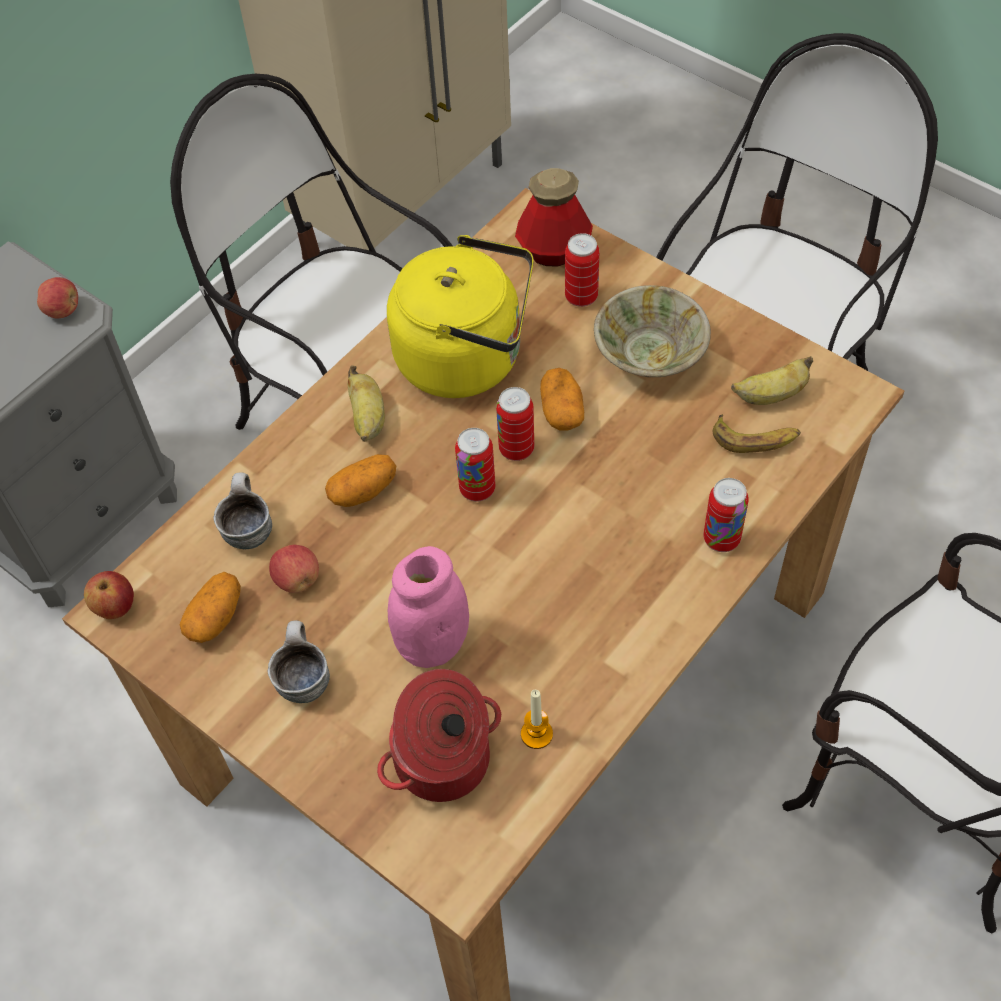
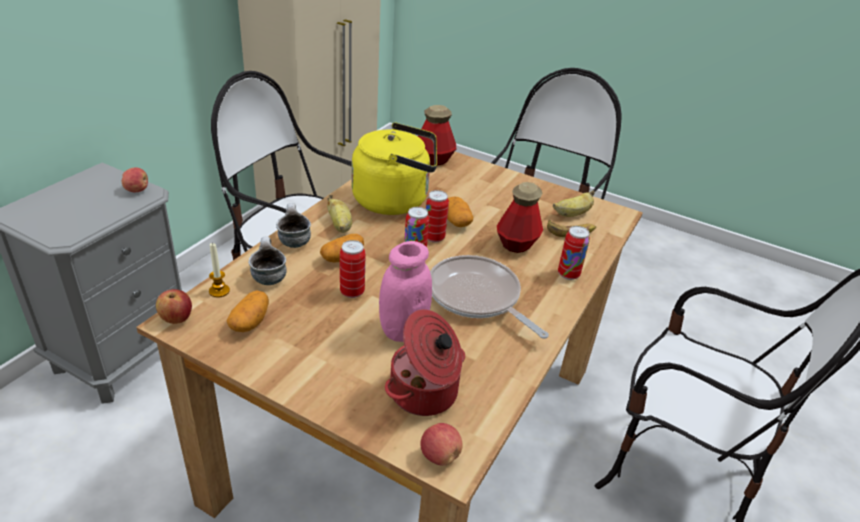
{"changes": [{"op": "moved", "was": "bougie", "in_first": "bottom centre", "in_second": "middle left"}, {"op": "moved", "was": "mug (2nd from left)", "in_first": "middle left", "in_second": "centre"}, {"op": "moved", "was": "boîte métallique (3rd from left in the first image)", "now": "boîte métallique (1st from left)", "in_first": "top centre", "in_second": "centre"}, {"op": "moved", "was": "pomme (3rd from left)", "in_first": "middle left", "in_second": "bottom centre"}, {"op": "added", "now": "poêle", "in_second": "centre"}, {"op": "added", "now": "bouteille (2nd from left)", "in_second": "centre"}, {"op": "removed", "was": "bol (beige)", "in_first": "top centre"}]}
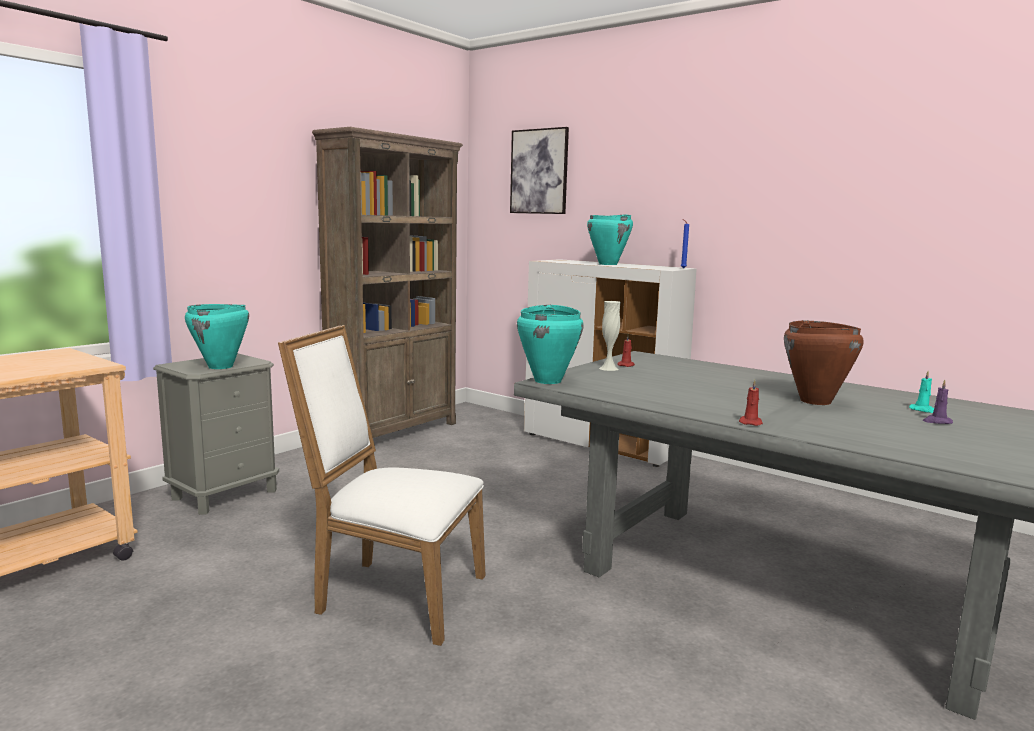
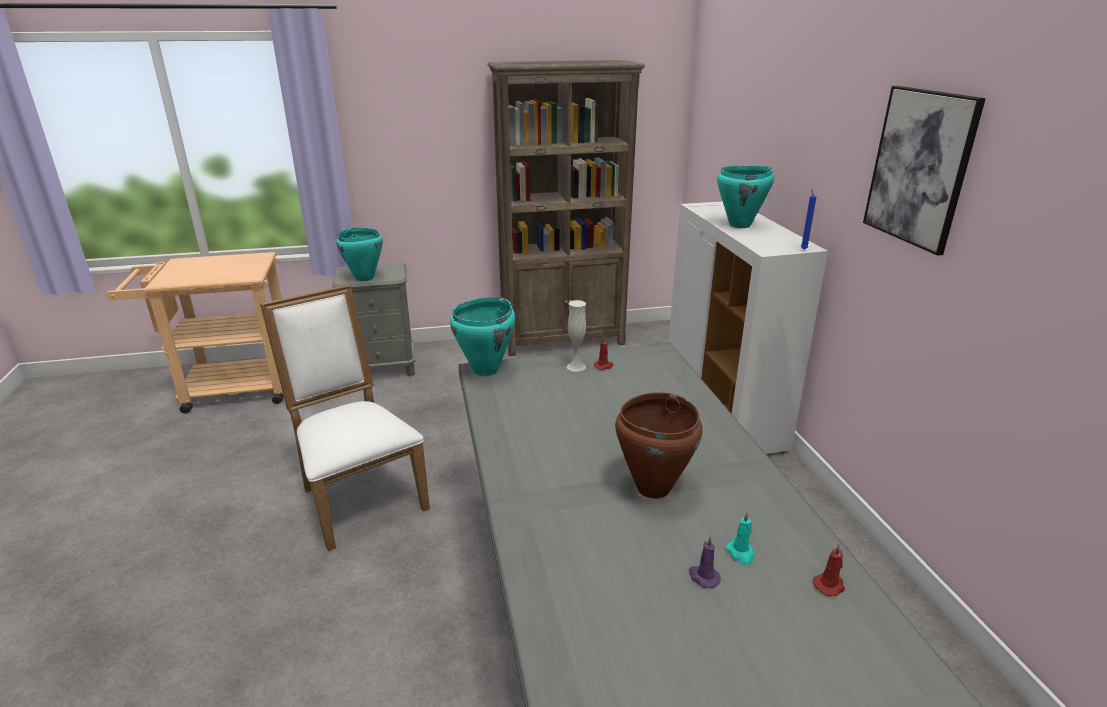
{"changes": [{"op": "moved", "was": "bougie (rouge) (2nd from left)", "in_first": "middle right", "in_second": "bottom right"}, {"op": "moved", "was": "tableau", "in_first": "top centre", "in_second": "top right"}]}
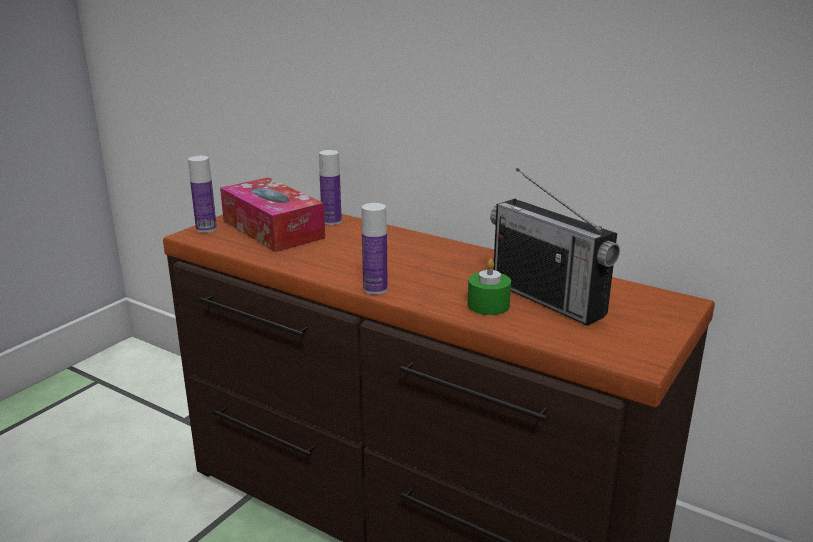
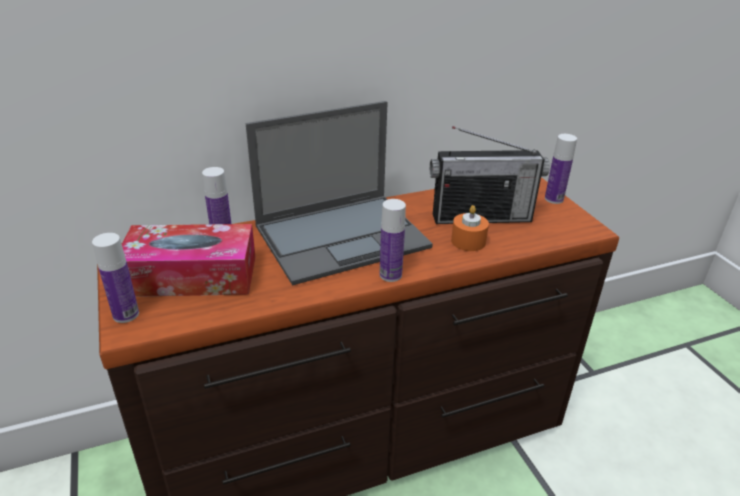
{"changes": [{"op": "added", "now": "ordinateur portable", "in_second": "centre"}, {"op": "recoloured", "was": "bougie (vert)", "now": "bougie (orange)", "in_first": "centre", "in_second": "centre"}, {"op": "added", "now": "bouteille (4th from left)", "in_second": "middle right"}]}
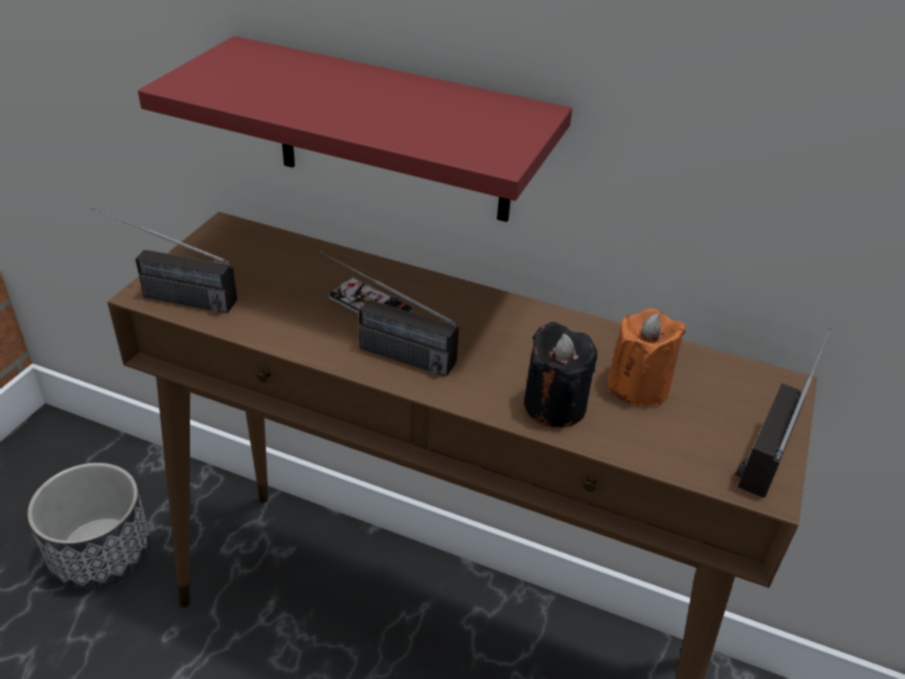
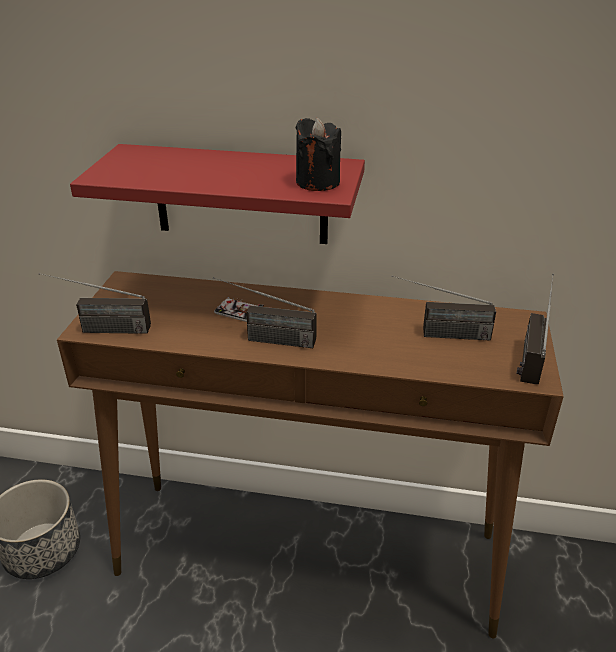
{"changes": [{"op": "moved", "was": "bougie (noir)", "in_first": "centre", "in_second": "top centre"}, {"op": "replaced", "was": "bougie (orange)", "now": "radio (3rd from left)", "in_first": "middle right", "in_second": "middle right"}]}
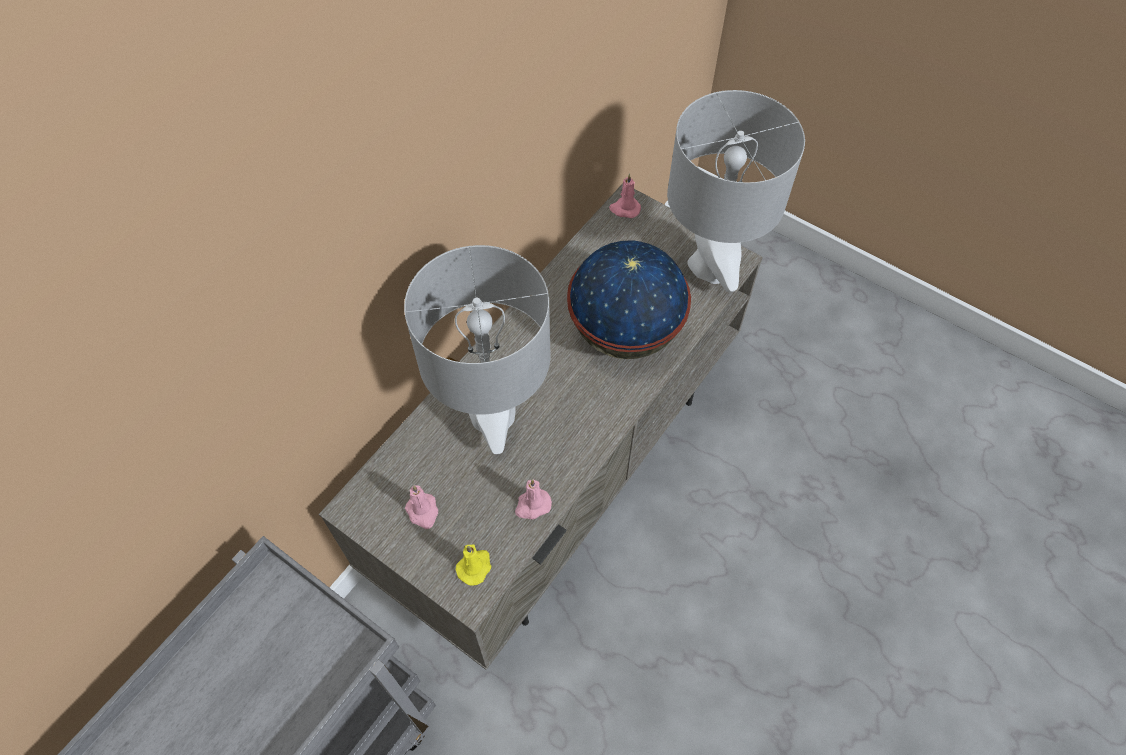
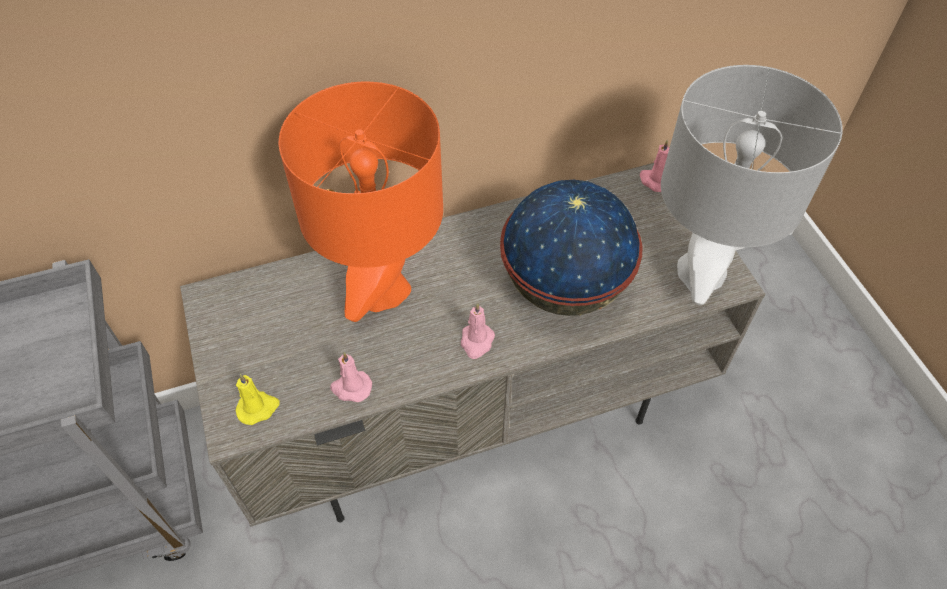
{"changes": [{"op": "recoloured", "was": "lampe de table (gris) (1st from left)", "now": "lampe de table (orange)", "in_first": "centre", "in_second": "centre"}, {"op": "moved", "was": "bougie (rose) (1st from left in the first image)", "now": "bougie (rose) (2nd from left)", "in_first": "bottom centre", "in_second": "centre"}]}
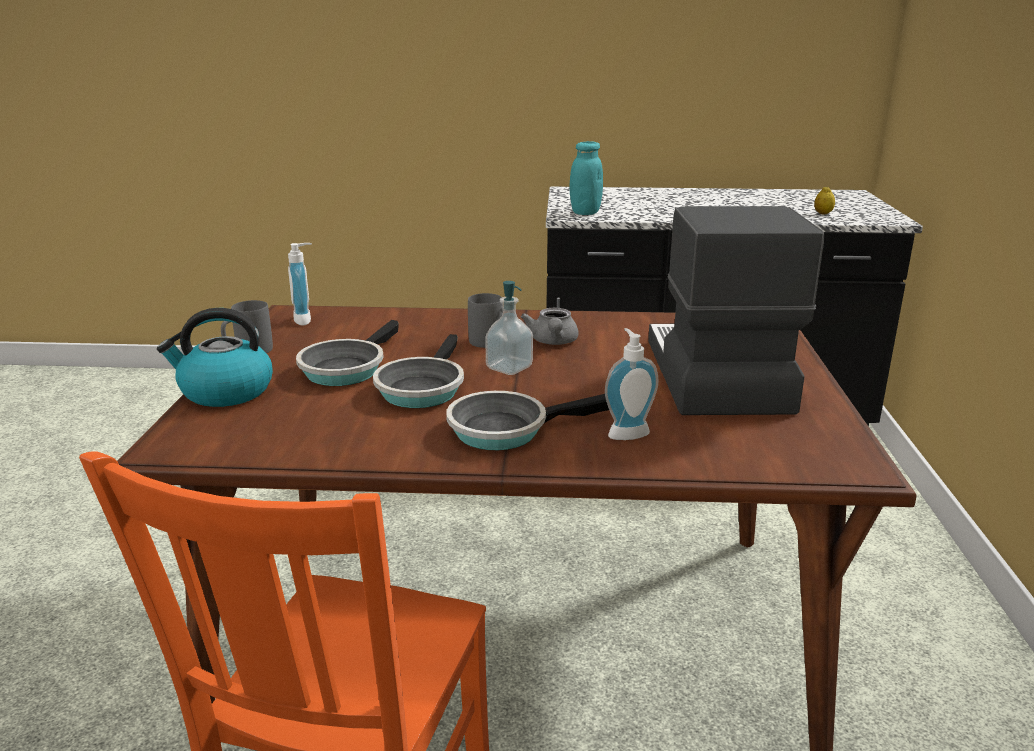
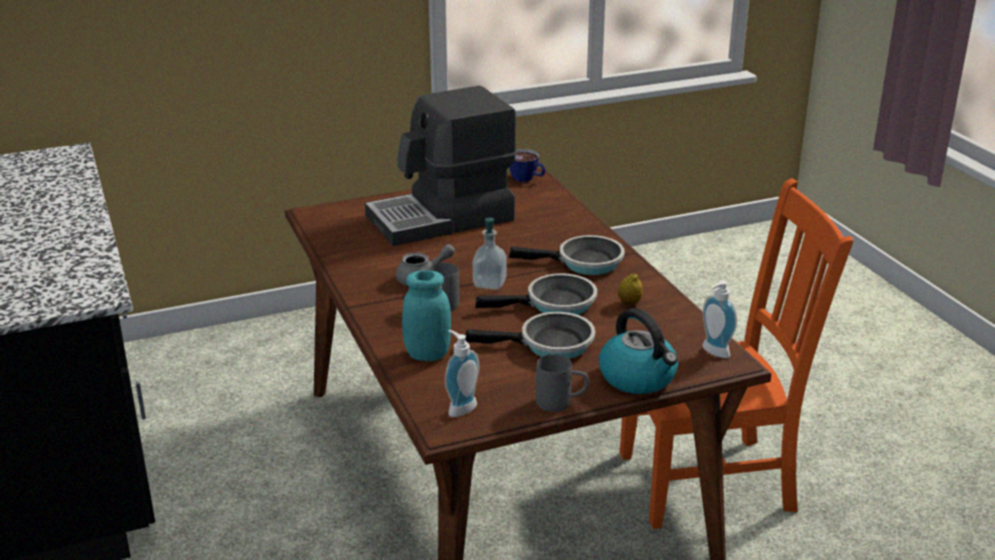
{"changes": [{"op": "moved", "was": "bocal (turquoise)", "in_first": "top centre", "in_second": "centre"}, {"op": "added", "now": "tasse", "in_second": "top centre"}, {"op": "turned", "was": "poêle (3rd from left)", "in_first": "centre", "in_second": "centre", "clockwise": -45}, {"op": "moved", "was": "citron", "in_first": "top right", "in_second": "centre"}, {"op": "moved", "was": "distributeur de savon (3rd from left)", "in_first": "centre", "in_second": "middle right"}]}
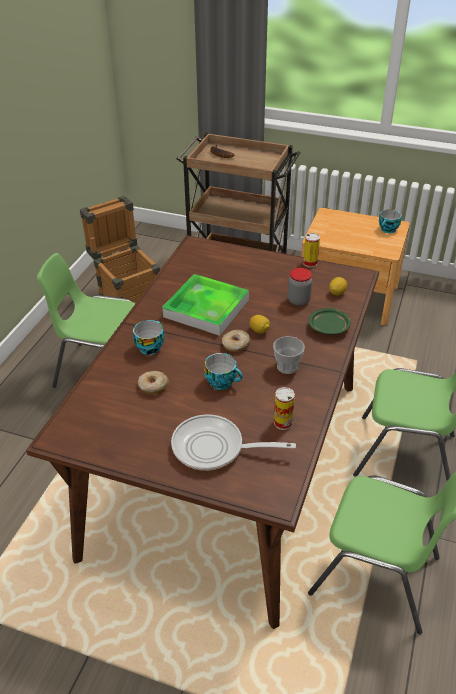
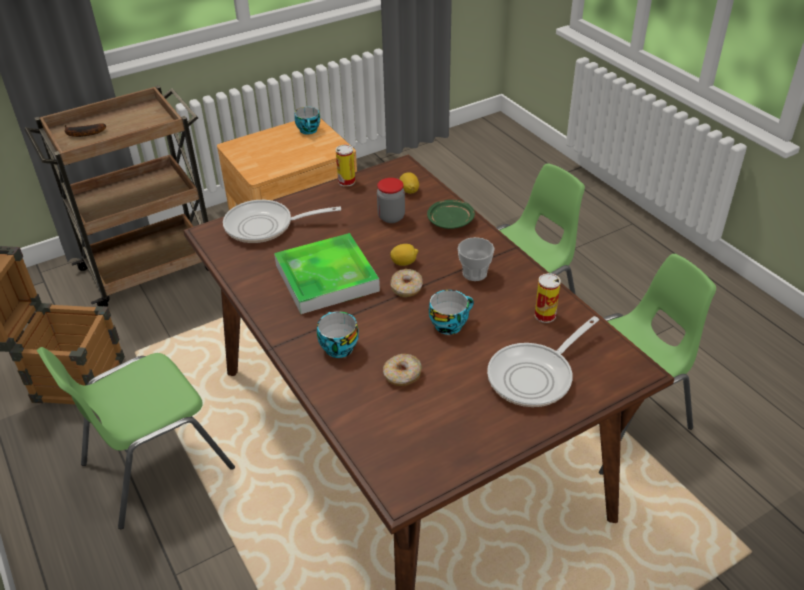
{"changes": [{"op": "added", "now": "poêle (1st from left)", "in_second": "centre"}]}
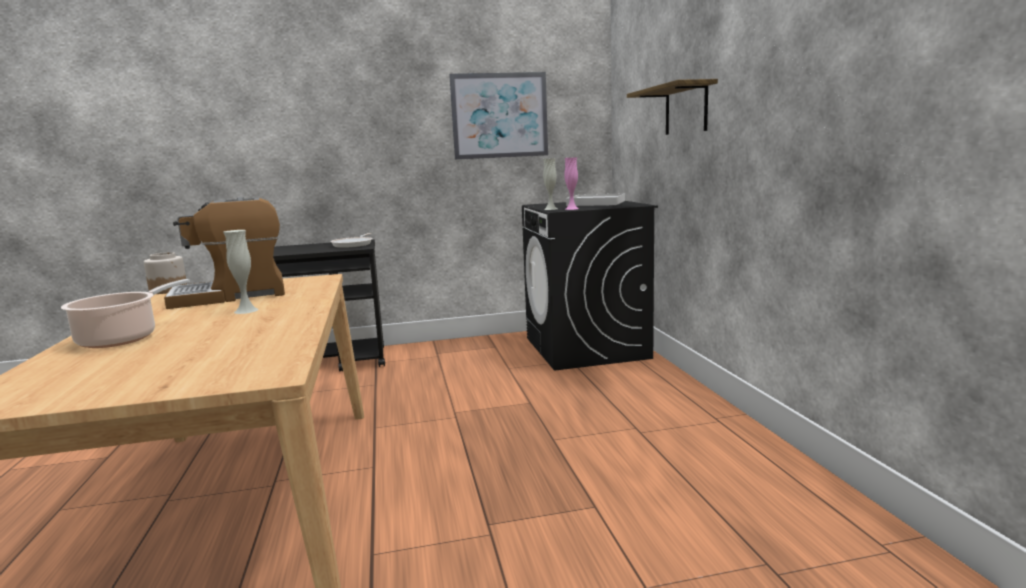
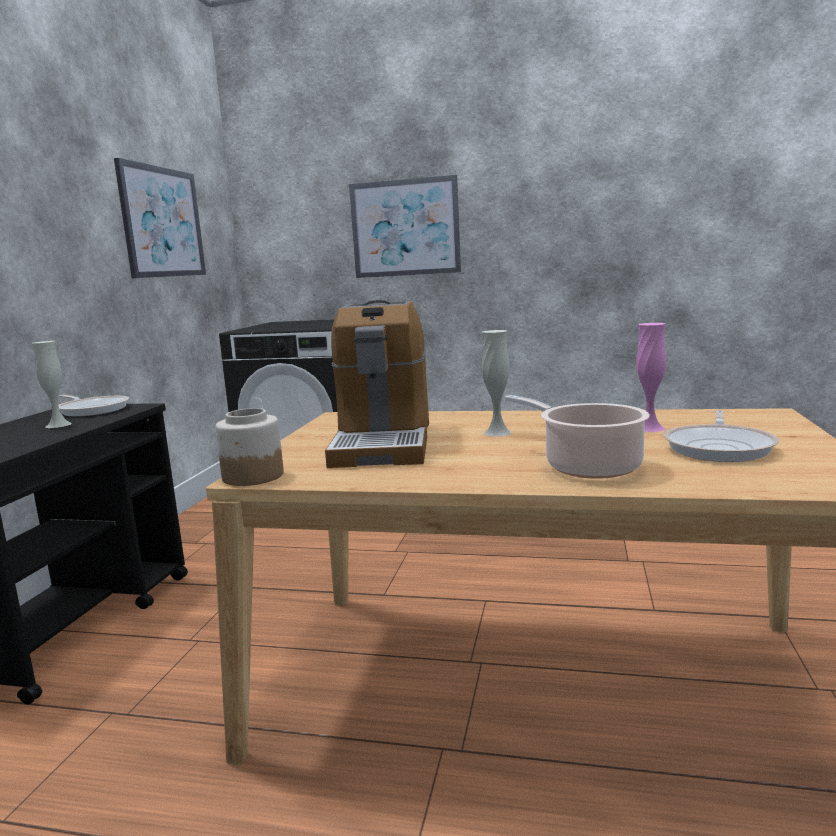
{"changes": [{"op": "moved", "was": "vase (blanc) (2nd from left in the first image)", "now": "vase (blanc) (1st from left)", "in_first": "top centre", "in_second": "middle left"}, {"op": "replaced", "was": "étagère", "now": "tableau (2nd from left)", "in_first": "top centre", "in_second": "top centre"}, {"op": "moved", "was": "vase (rose)", "in_first": "top centre", "in_second": "middle right"}, {"op": "added", "now": "poêle (2nd from left)", "in_second": "middle right"}, {"op": "removed", "was": "plateau (blanc)", "in_first": "centre"}]}
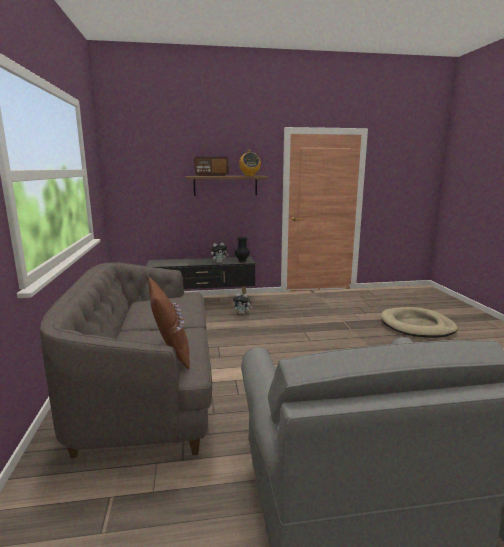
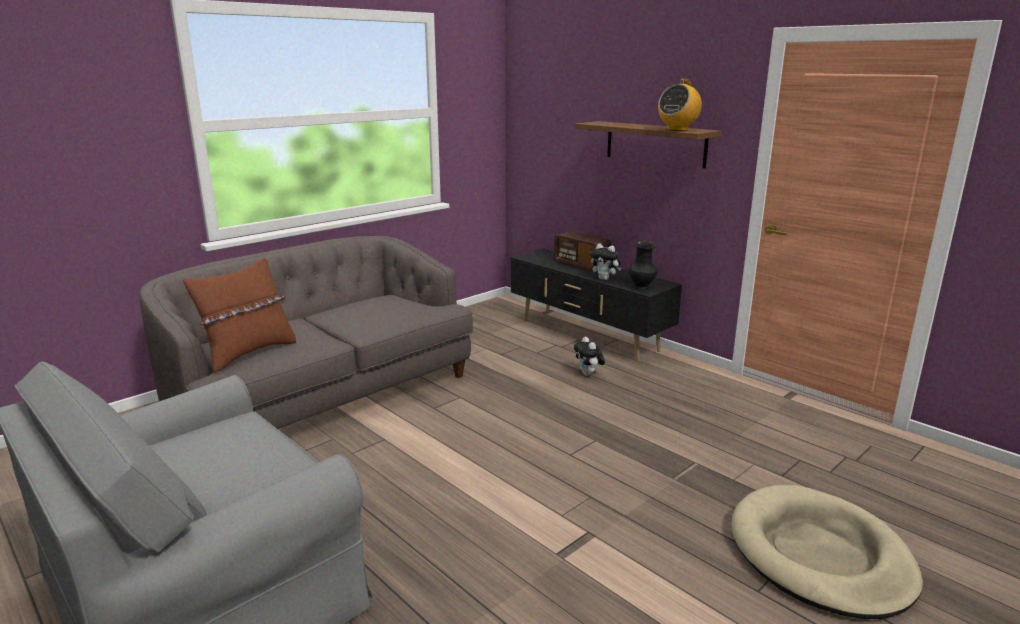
{"changes": [{"op": "moved", "was": "radio (1st from left)", "in_first": "top centre", "in_second": "centre"}]}
